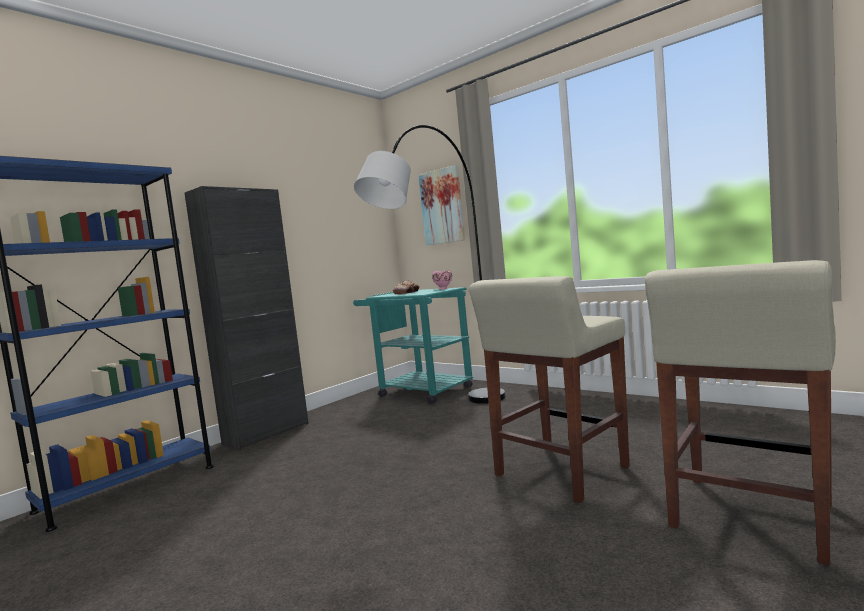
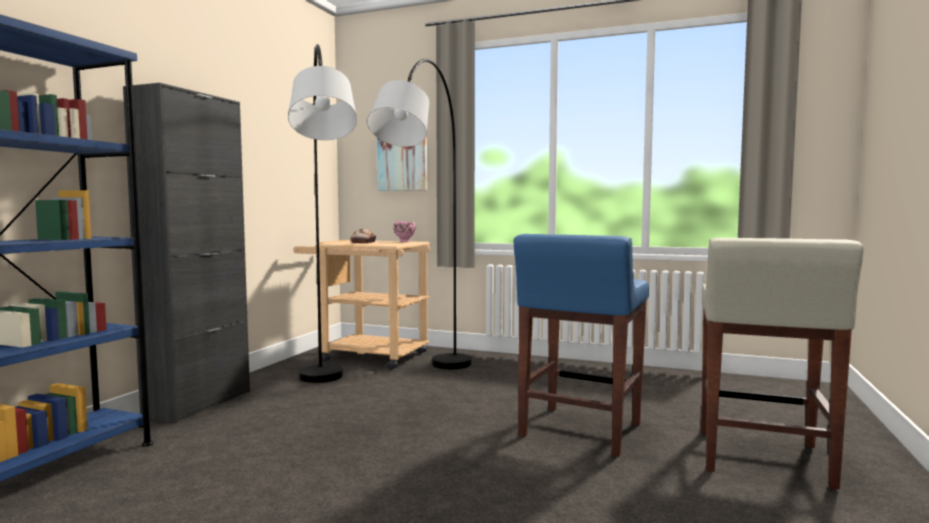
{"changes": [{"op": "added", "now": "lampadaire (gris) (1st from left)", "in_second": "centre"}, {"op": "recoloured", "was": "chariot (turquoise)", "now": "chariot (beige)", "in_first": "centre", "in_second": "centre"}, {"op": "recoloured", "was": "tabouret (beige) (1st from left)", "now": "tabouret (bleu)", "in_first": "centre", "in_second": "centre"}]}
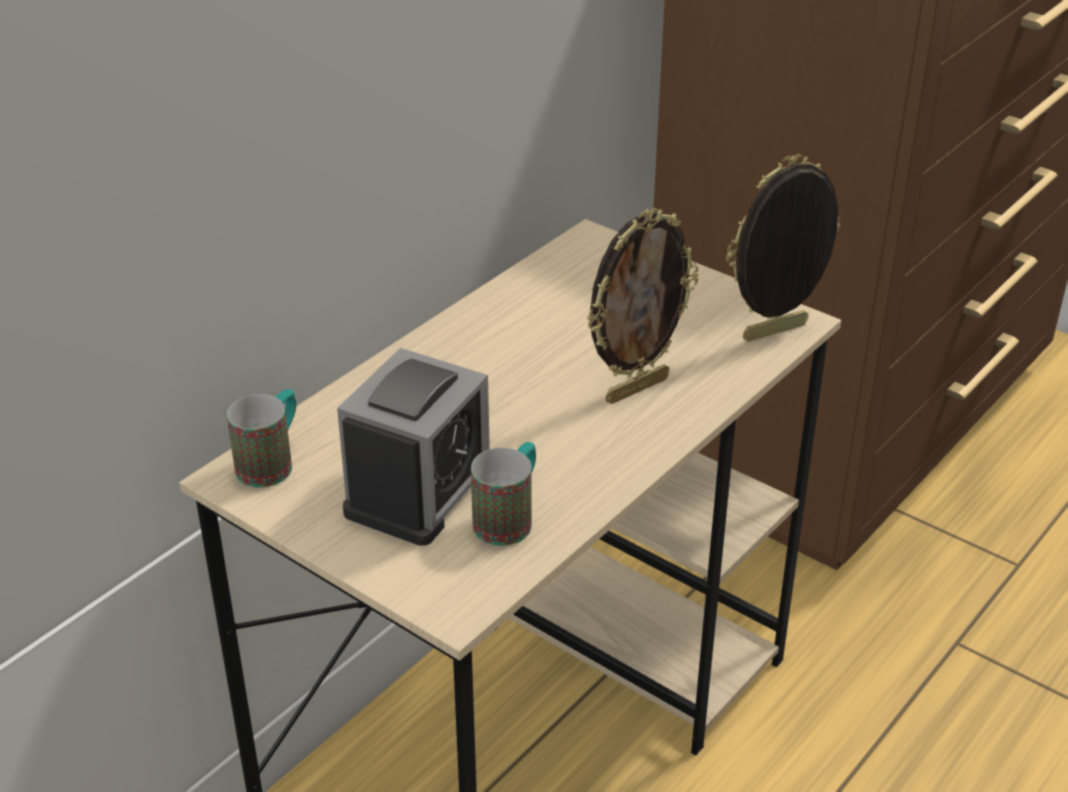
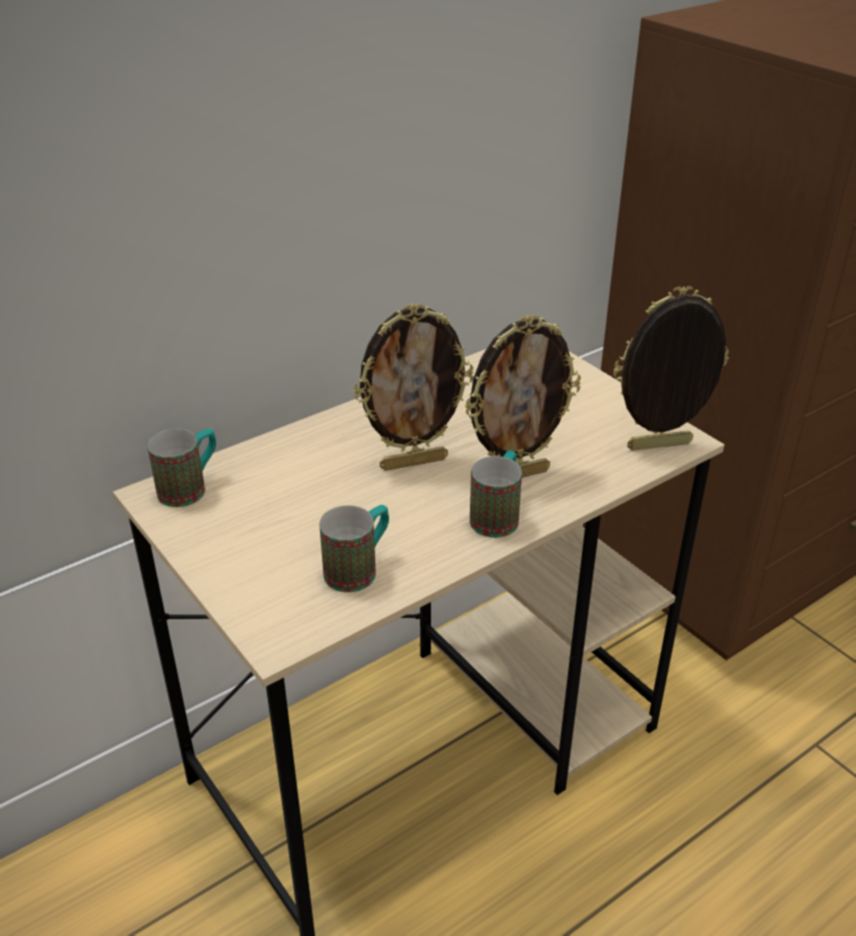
{"changes": [{"op": "added", "now": "cadre photo (1st from left)", "in_second": "centre"}, {"op": "added", "now": "mug (3rd from left)", "in_second": "centre"}, {"op": "removed", "was": "réveil", "in_first": "centre"}]}
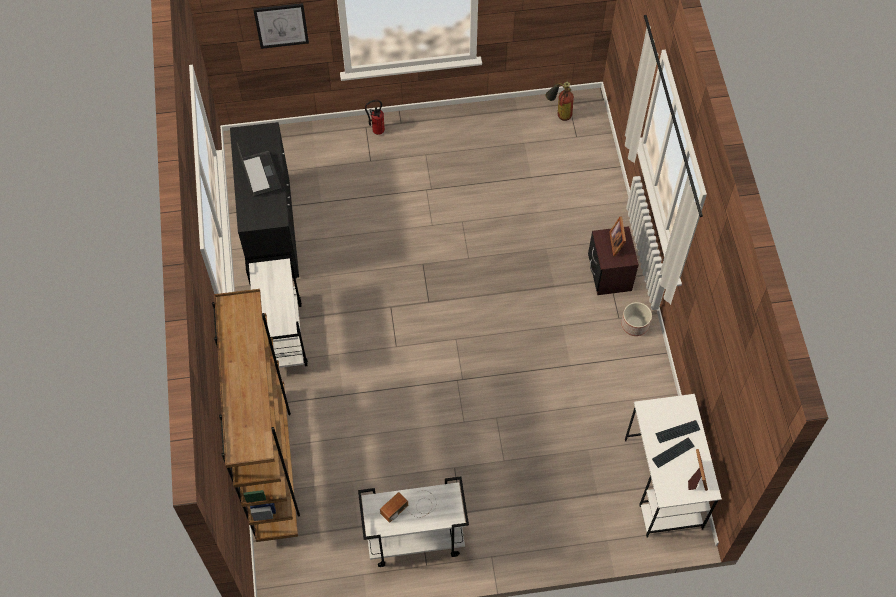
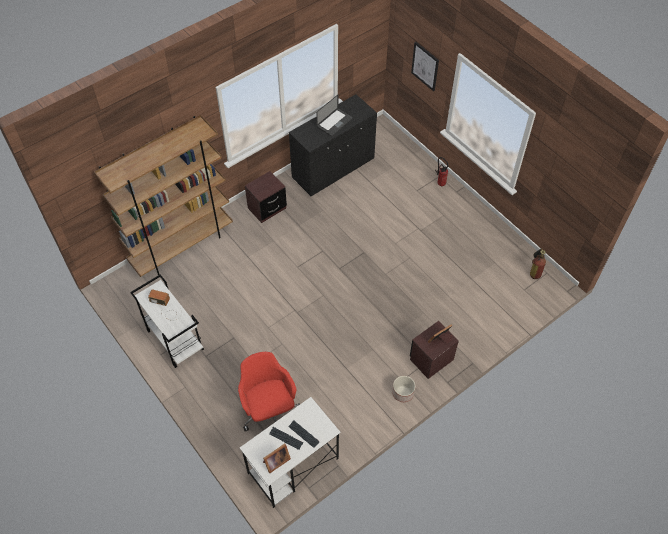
{"changes": [{"op": "added", "now": "chaise de bureau (rouge)", "in_second": "bottom centre"}, {"op": "replaced", "was": "chariot (blanc) (1st from left)", "now": "table de chevet (marron) (1st from left)", "in_first": "middle left", "in_second": "centre"}]}
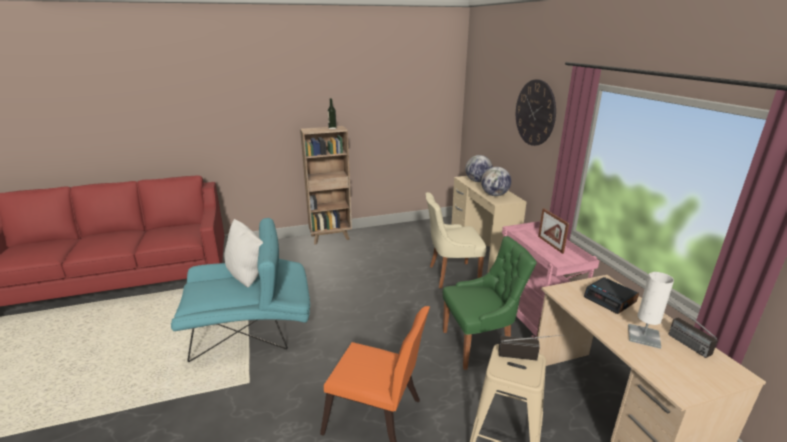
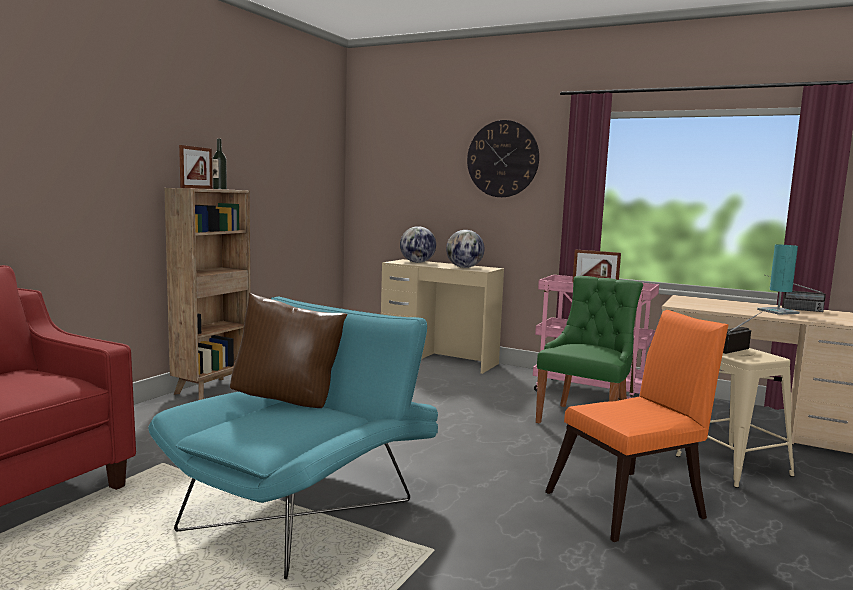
{"changes": [{"op": "added", "now": "cadre photo (1st from left)", "in_second": "top left"}, {"op": "recoloured", "was": "coussin (blanc)", "now": "coussin (marron)", "in_first": "middle left", "in_second": "centre"}, {"op": "recoloured", "was": "lampe de table (blanc)", "now": "lampe de table (turquoise)", "in_first": "bottom right", "in_second": "middle right"}, {"op": "removed", "was": "chaise (beige)", "in_first": "centre"}, {"op": "removed", "was": "réveil", "in_first": "bottom right"}]}
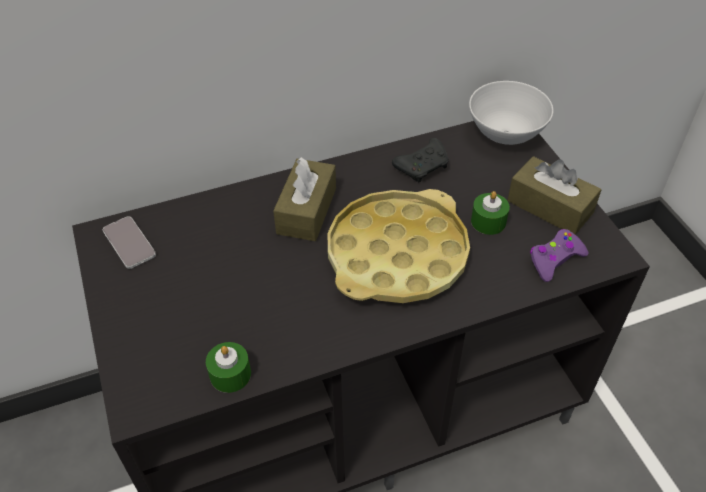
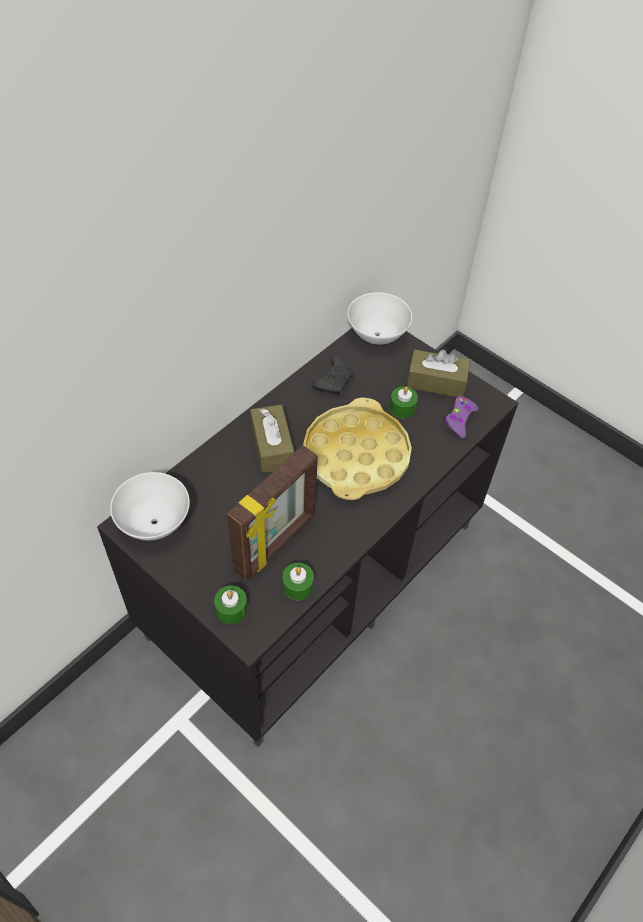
{"changes": [{"op": "replaced", "was": "téléphone", "now": "bol (blanc) (1st from left)", "in_first": "middle left", "in_second": "middle left"}, {"op": "added", "now": "bougie (vert) (1st from left)", "in_second": "centre"}, {"op": "added", "now": "cadre photo", "in_second": "centre"}]}
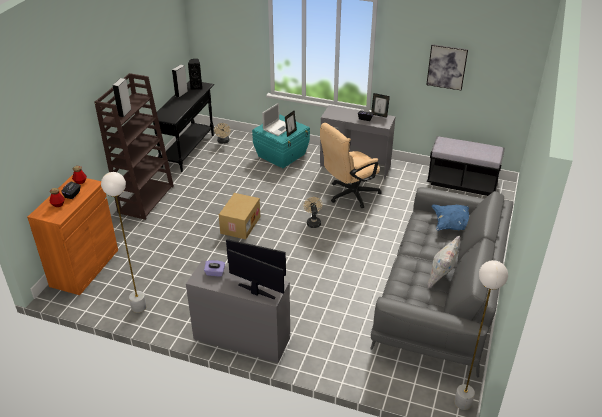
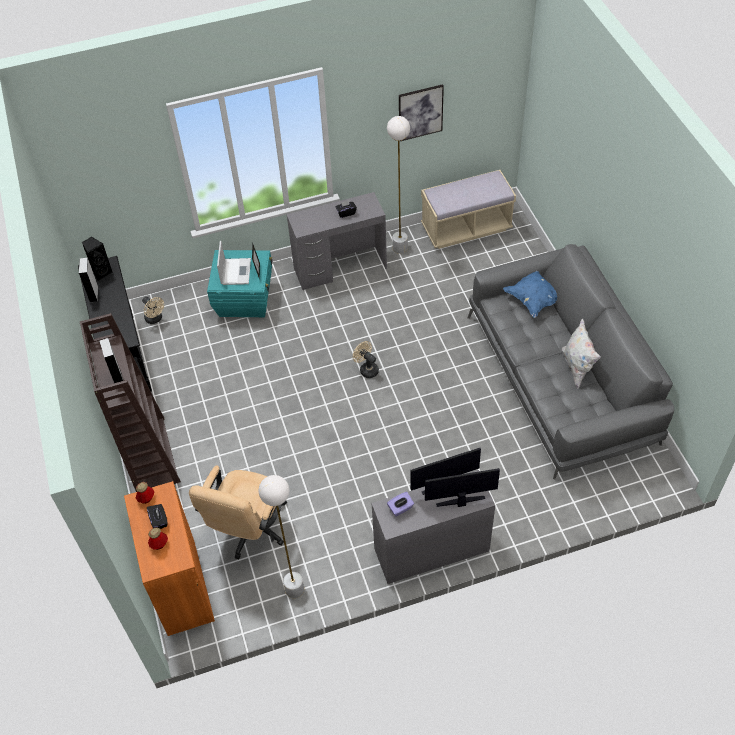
{"changes": [{"op": "moved", "was": "chaise de bureau (beige)", "in_first": "centre", "in_second": "bottom left"}, {"op": "moved", "was": "lampadaire (blanc) (2nd from left)", "in_first": "bottom right", "in_second": "top centre"}, {"op": "recoloured", "was": "banc (noir)", "now": "banc (beige)", "in_first": "middle right", "in_second": "top centre"}, {"op": "removed", "was": "carton", "in_first": "centre"}, {"op": "removed", "was": "cadre photo (2nd from left)", "in_first": "top centre"}]}
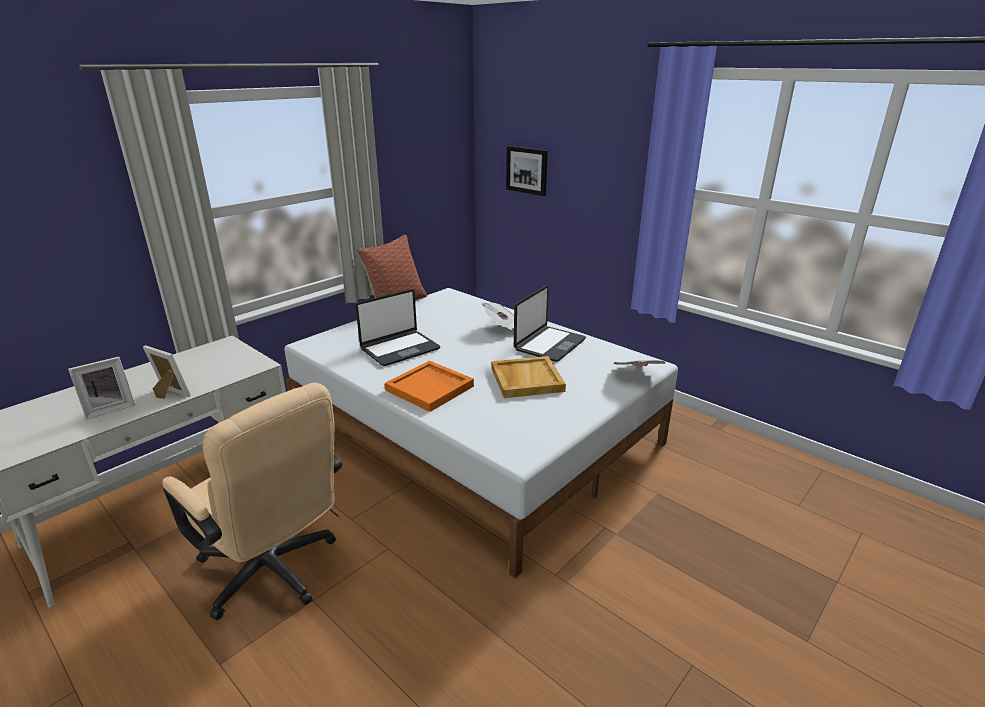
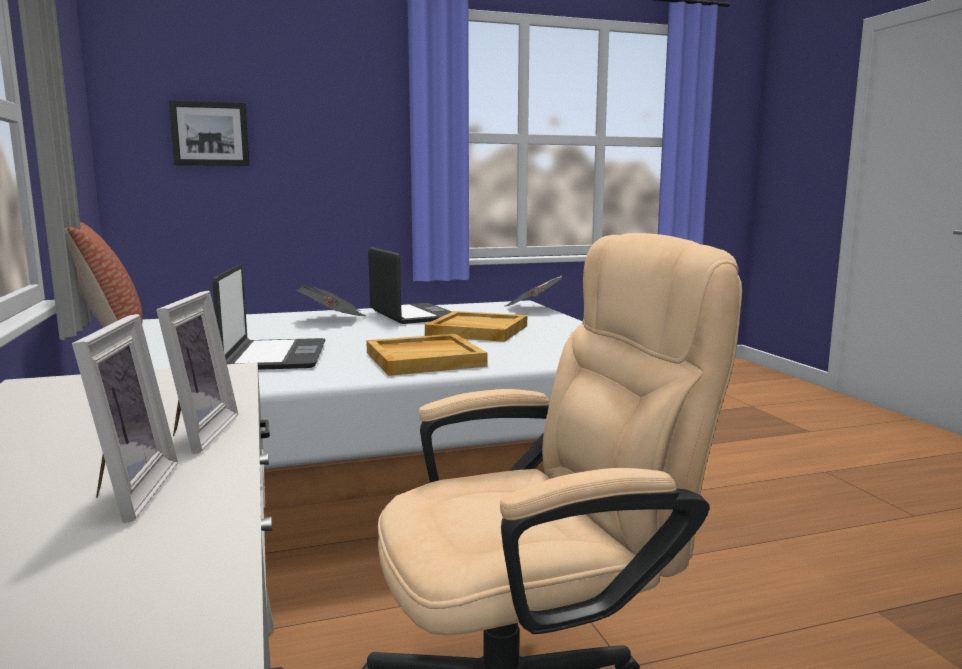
{"changes": [{"op": "turned", "was": "cadre photo (2nd from left)", "in_first": "middle left", "in_second": "middle left", "clockwise": 120}, {"op": "recoloured", "was": "plateau (orange)", "now": "plateau (beige) (1st from left)", "in_first": "centre", "in_second": "centre"}]}
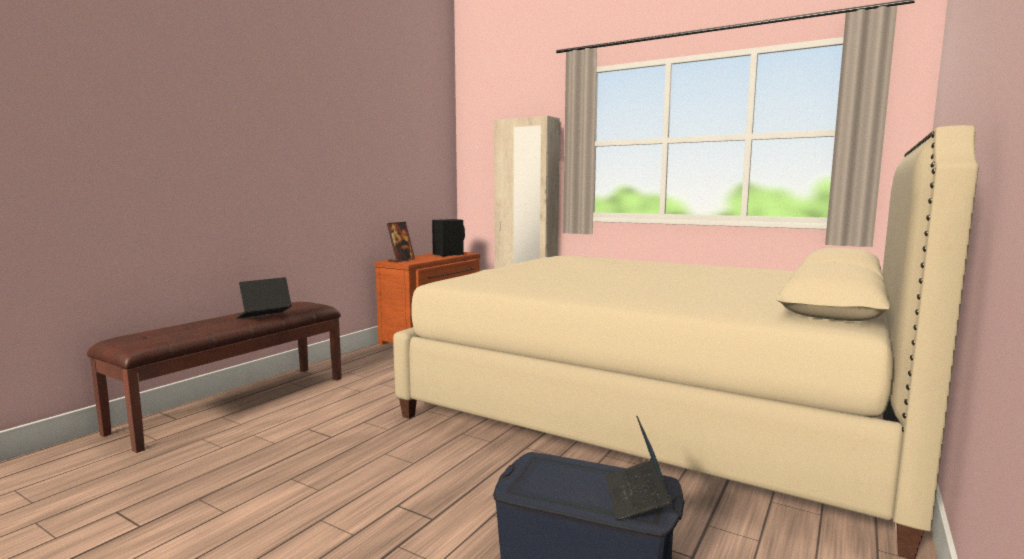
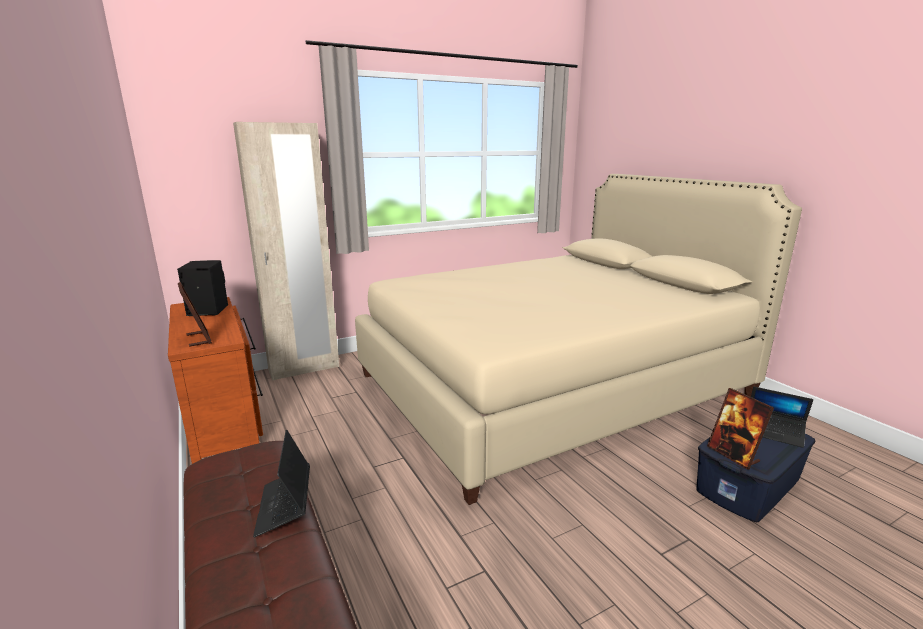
{"changes": [{"op": "added", "now": "cadre photo (2nd from left)", "in_second": "bottom right"}]}
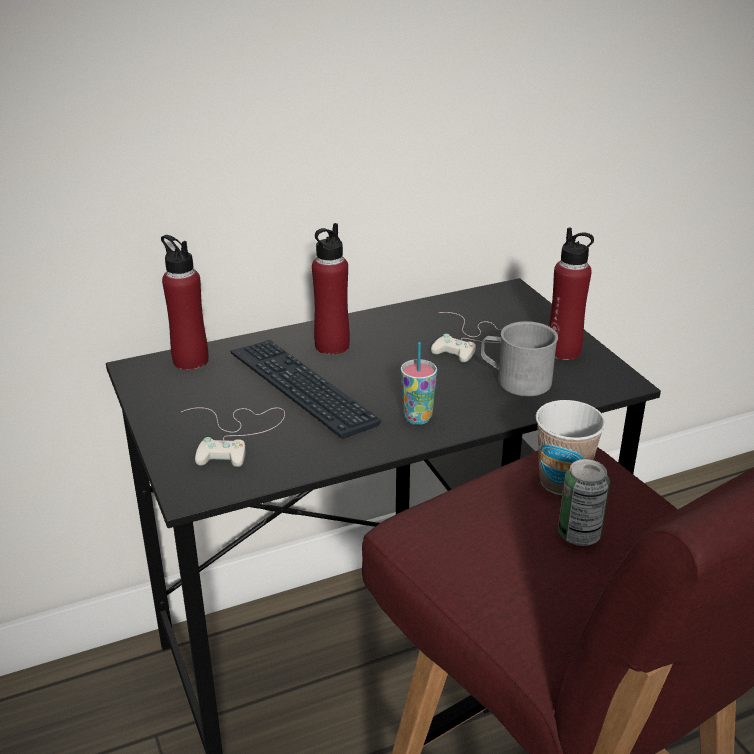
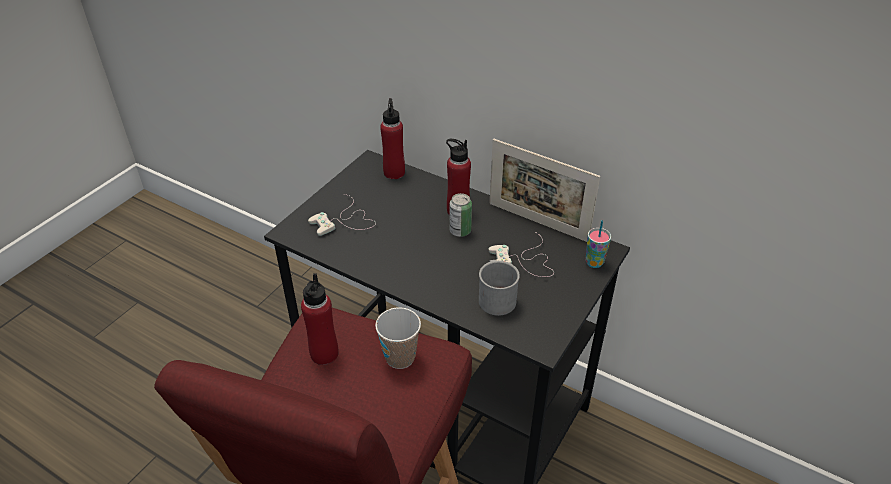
{"changes": [{"op": "moved", "was": "bouteille (rouge) (3rd from left in the first image)", "now": "bouteille (rouge) (1st from left)", "in_first": "middle right", "in_second": "centre"}, {"op": "moved", "was": "boîte métallique", "in_first": "middle right", "in_second": "centre"}, {"op": "added", "now": "cadre photo", "in_second": "centre"}, {"op": "moved", "was": "tasse (1st from left in the first image)", "now": "tasse (2nd from left)", "in_first": "centre", "in_second": "middle right"}, {"op": "removed", "was": "clavier", "in_first": "centre"}]}
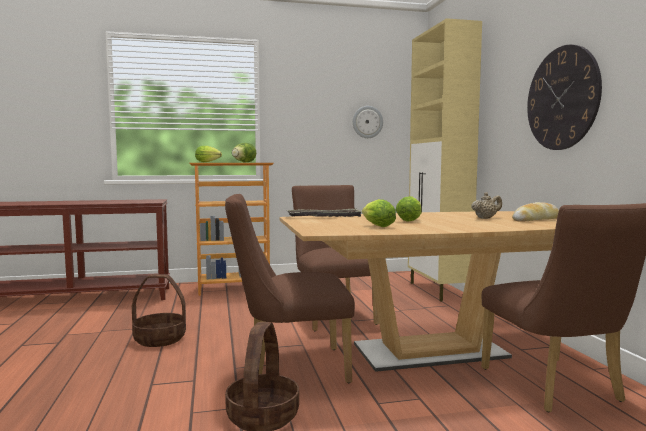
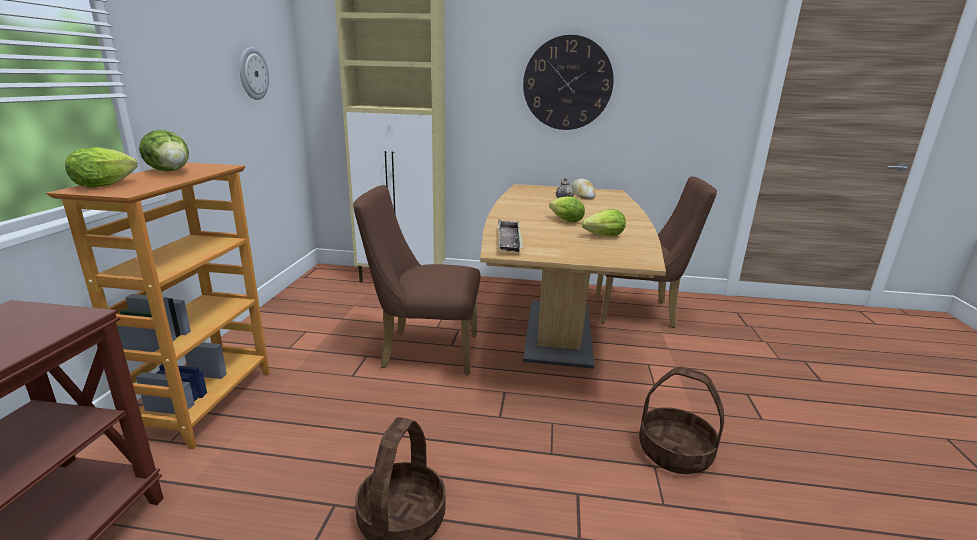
{"changes": [{"op": "removed", "was": "chaise (marron) (1st from left)", "in_first": "bottom centre"}]}
